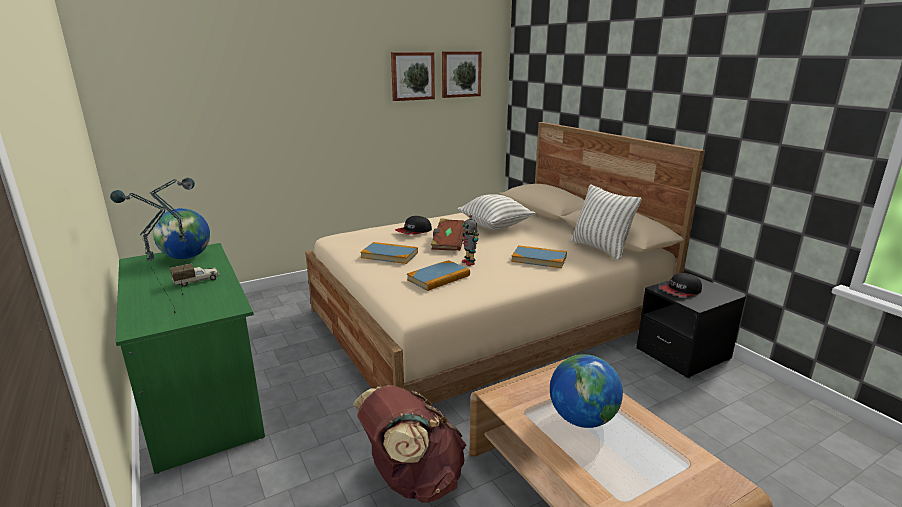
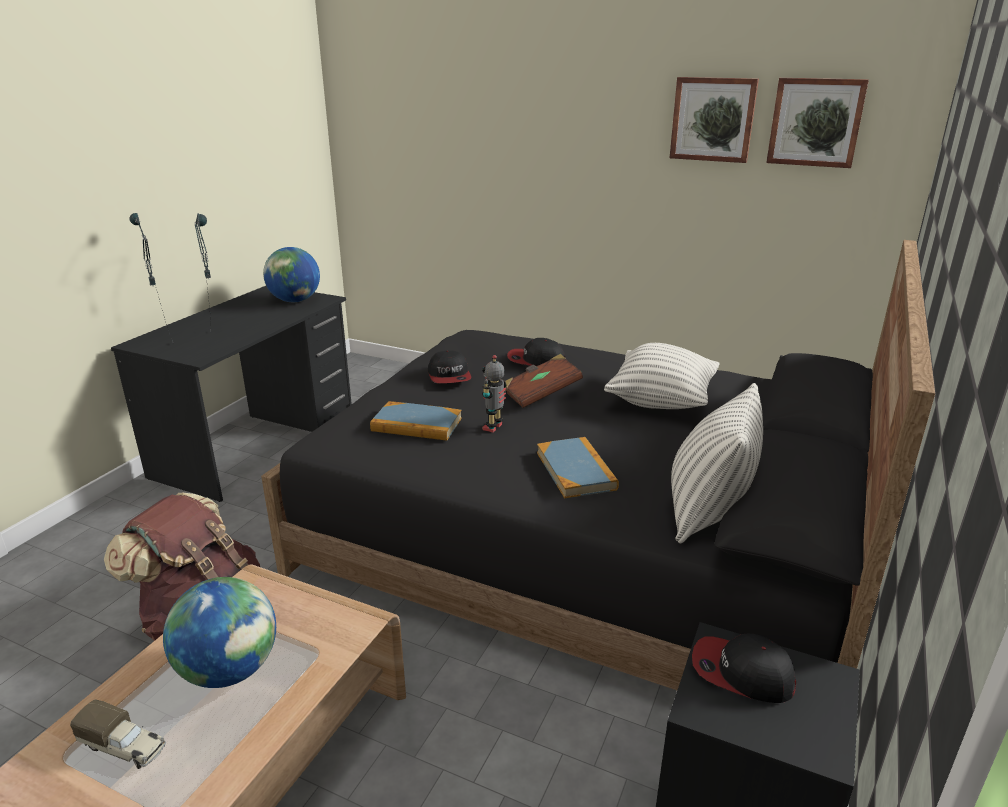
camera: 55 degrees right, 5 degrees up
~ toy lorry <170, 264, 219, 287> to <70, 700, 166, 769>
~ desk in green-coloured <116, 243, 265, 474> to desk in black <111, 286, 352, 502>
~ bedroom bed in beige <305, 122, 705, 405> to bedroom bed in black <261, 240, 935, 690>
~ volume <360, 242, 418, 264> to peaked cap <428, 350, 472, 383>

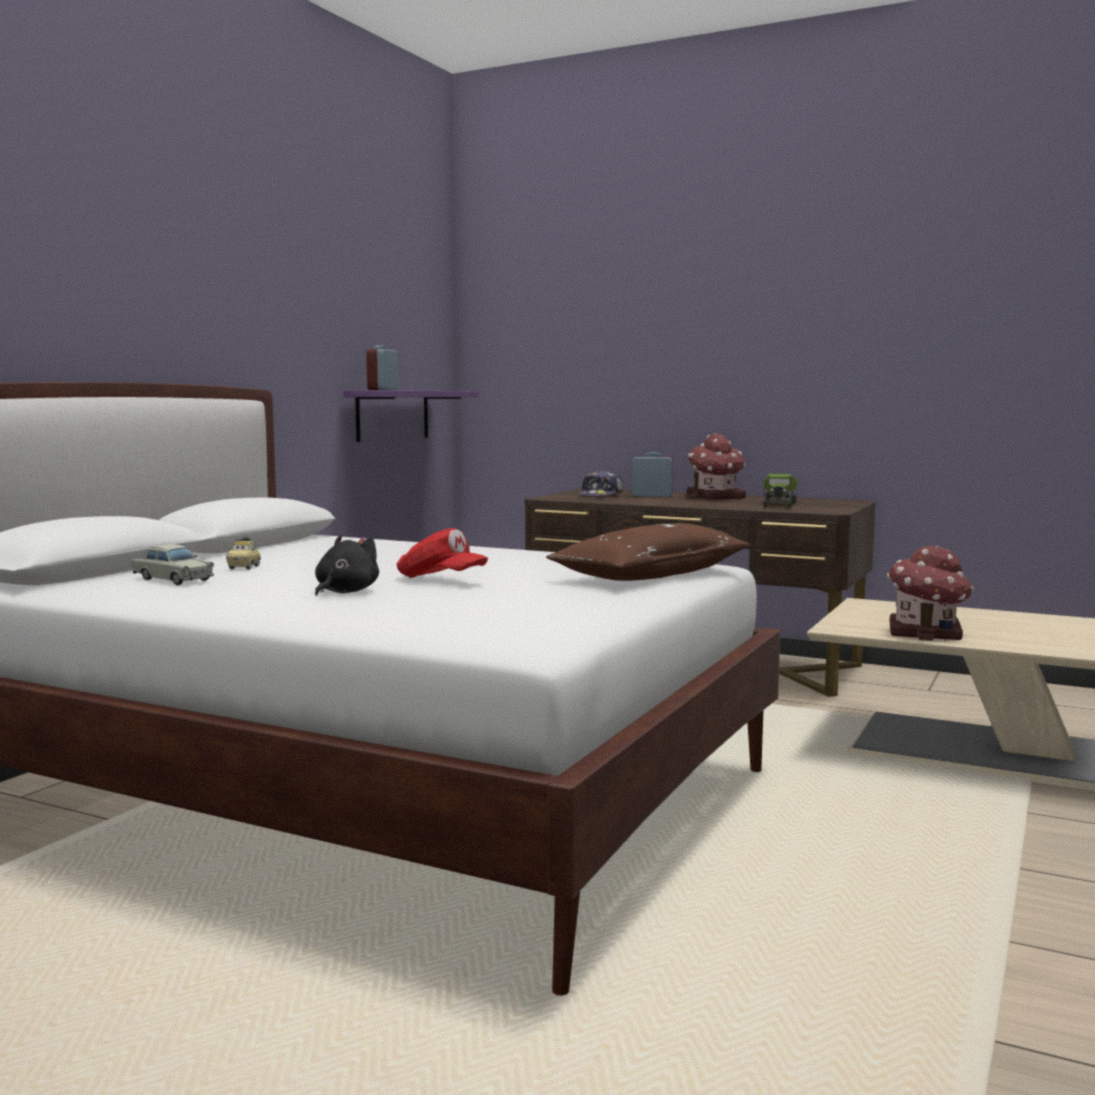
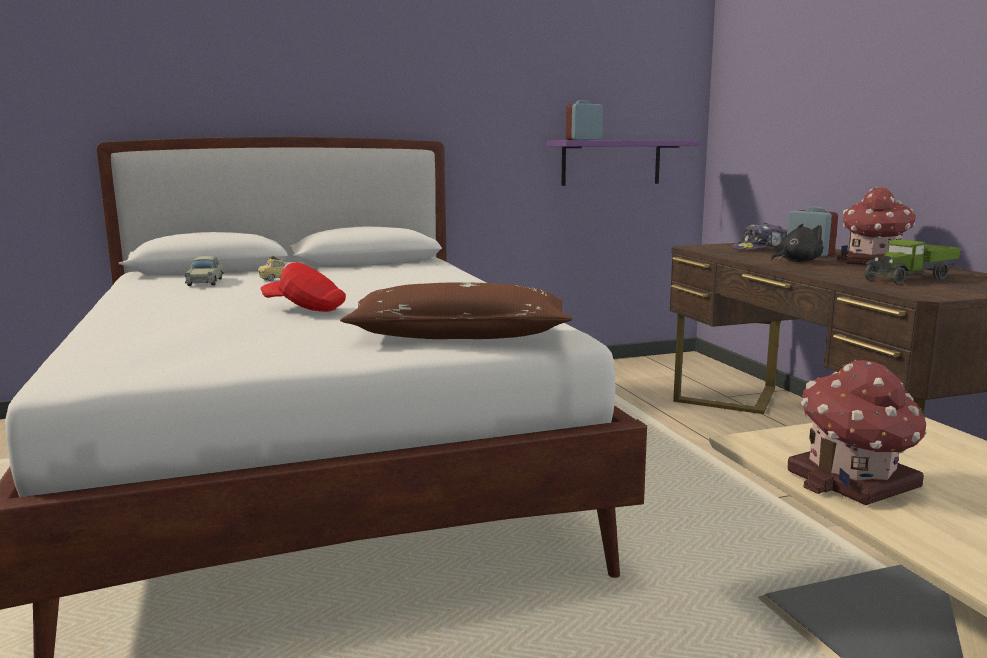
camera: 45 degrees right, 5 degrees up
~ peaked cap in reddish <397, 528, 488, 578> = <261, 262, 346, 312> 120 degrees clockwise
~ soft toy in black <315, 535, 379, 596> to <771, 224, 823, 262>

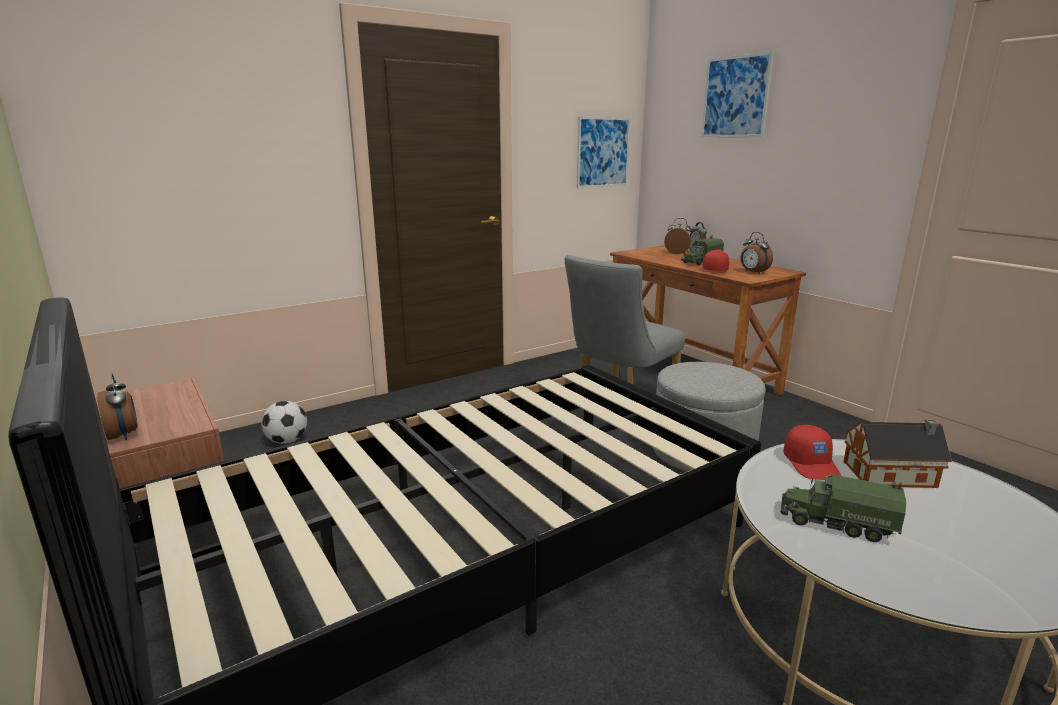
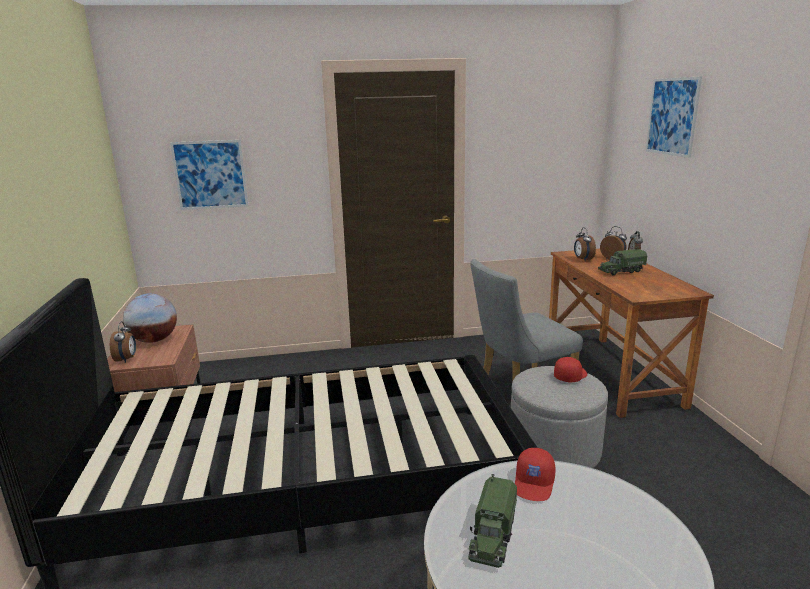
camera: 25 degrees right, 0 degrees up
+ world globe <123, 293, 177, 343>
~ picture <577, 117, 631, 188> to <170, 140, 248, 210>
~ toy lorry <781, 474, 907, 542> = <468, 474, 517, 568> 120 degrees counterclockwise
~ peaked cap in reddish <702, 250, 729, 271> to <554, 357, 587, 383>
~ alarm clock <741, 232, 773, 274> to <574, 228, 596, 262>
- ball for football <261, 401, 307, 444>
- toy house <843, 419, 952, 488>

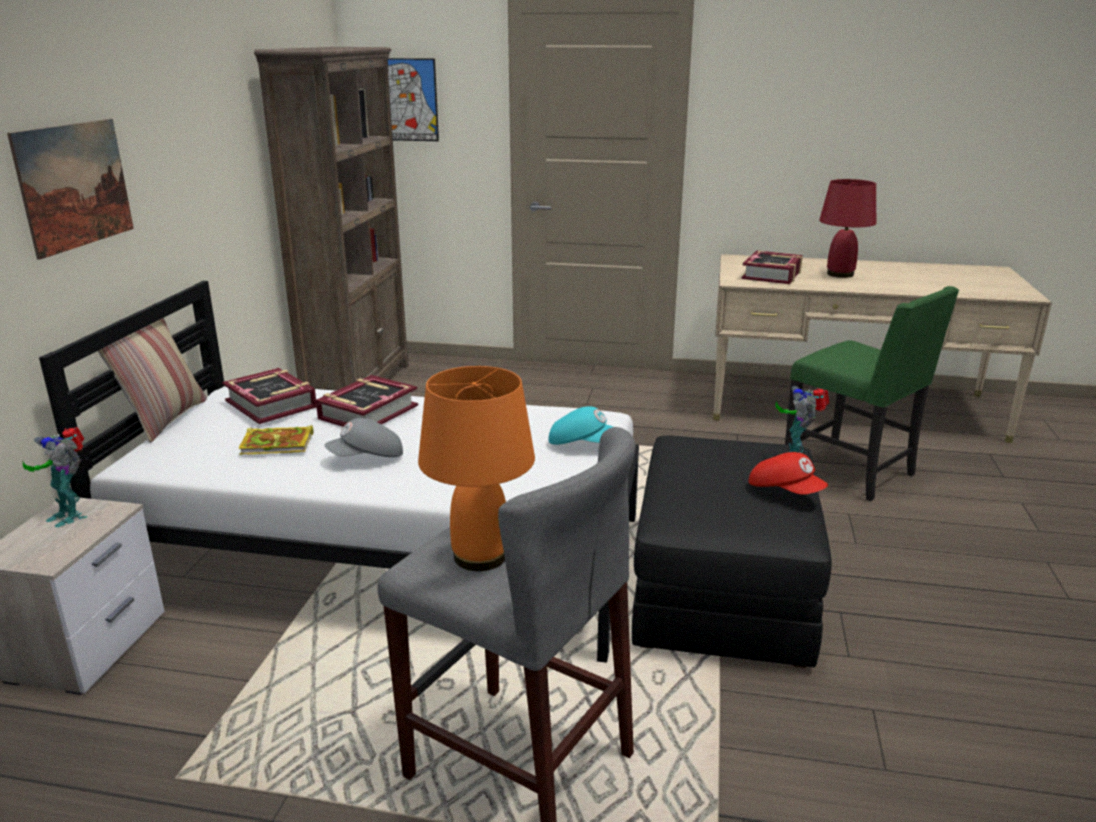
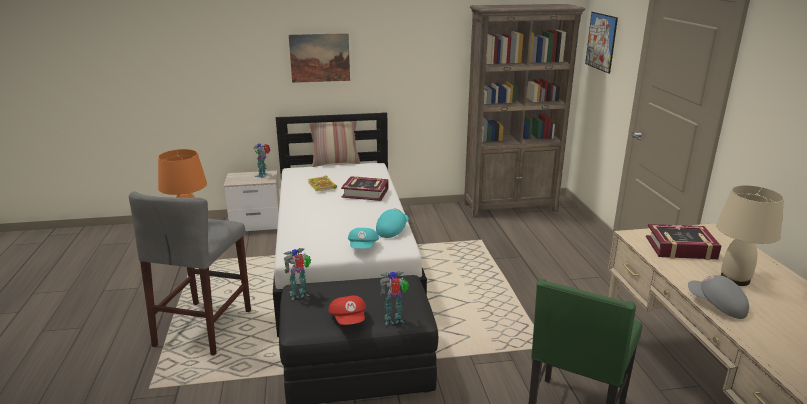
camera: 70 degrees right, 0 degrees up
+ toy robot <283, 248, 311, 300>
~ peaked cap in reddish <749, 452, 828, 495> = <329, 296, 366, 325> 45 degrees counterclockwise
+ peaked cap in blue-green <376, 208, 409, 238>
~ peaked cap in gray <325, 418, 403, 457> to <688, 275, 749, 319>
~ table lamp in reddish <819, 179, 876, 278> to table lamp in beige <716, 185, 784, 286>
- volume <222, 368, 317, 424>

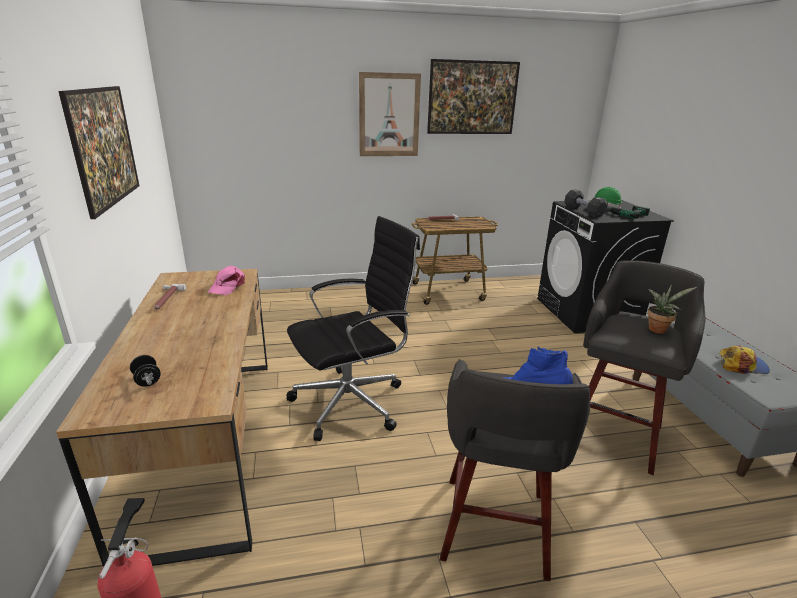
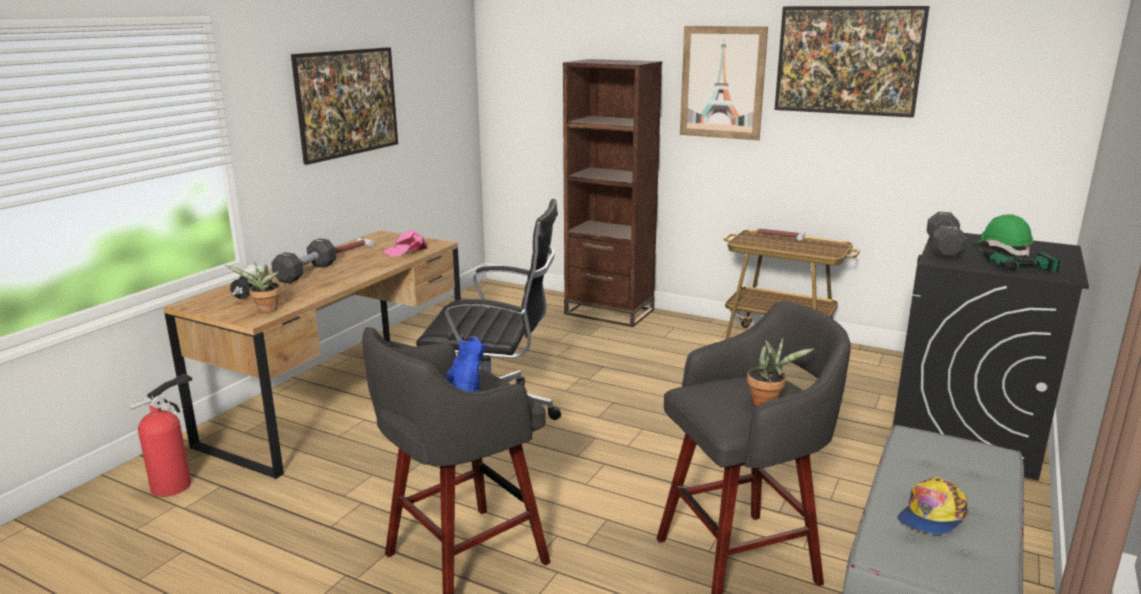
camera: 40 degrees right, 5 degrees down
+ houseplant <225, 262, 281, 313>
+ dumbbell in black <271, 238, 337, 283>
+ bookcase in brown <563, 59, 662, 327>
~ peaked cap <719, 345, 770, 374> = <897, 477, 968, 534> 90 degrees clockwise

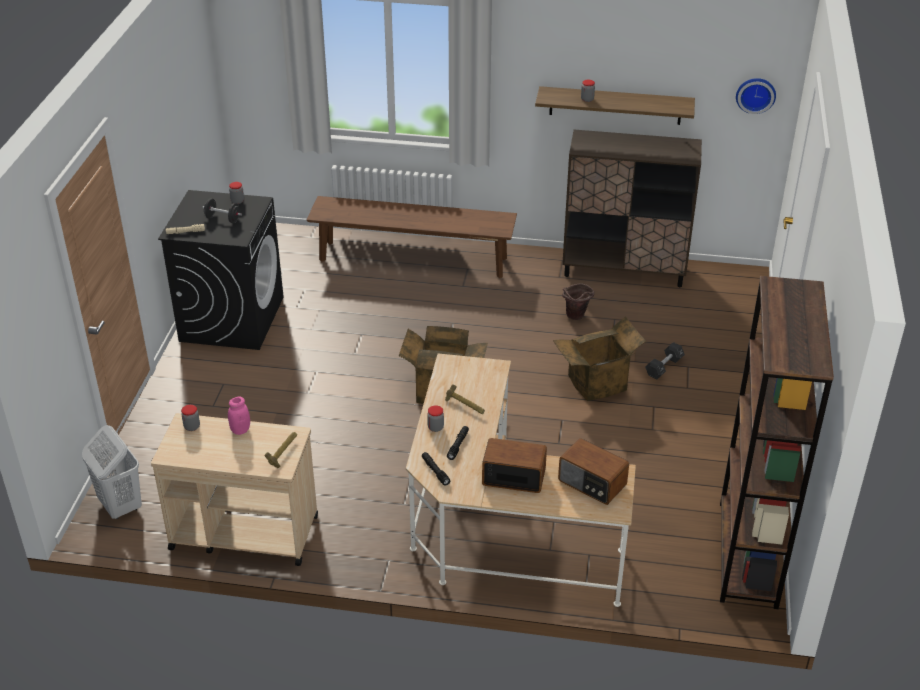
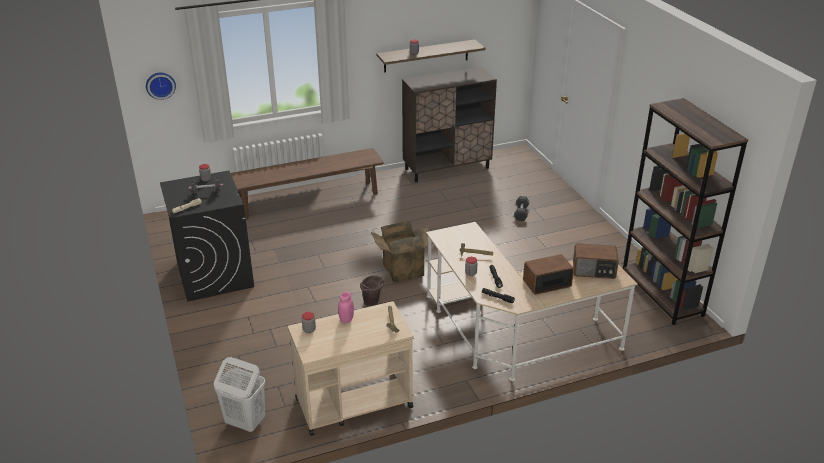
camera: 30 degrees left, 5 degrees down
~ wall clock <736, 78, 776, 114> to <146, 73, 176, 100>
~ water bucket in brown <562, 284, 595, 320> to <360, 275, 384, 306>
- carton <553, 316, 646, 401>

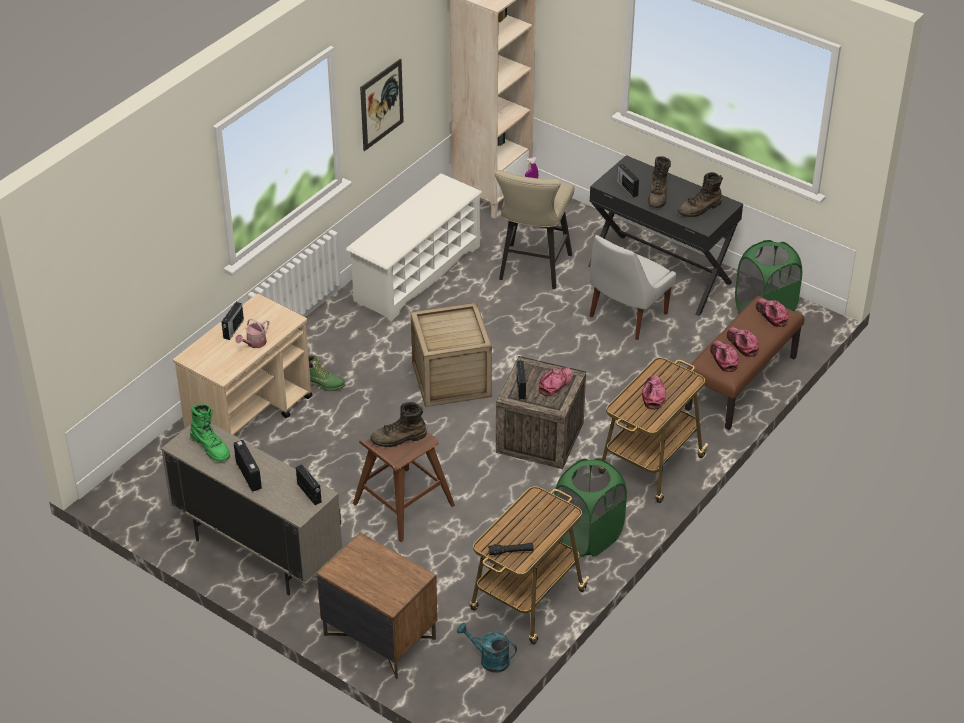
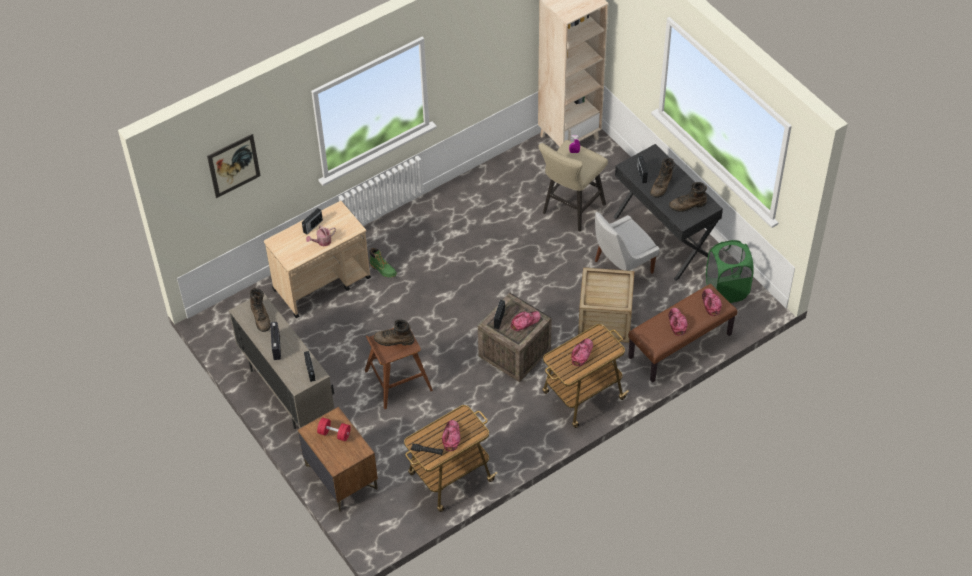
camera: 20 degrees right, 10 degrees up
~ picture <360, 59, 404, 151> to <207, 134, 261, 198>
~ boot in green-coloured <190, 404, 230, 462> to boot in brown <250, 288, 271, 332>
+ dumbbell in reddish <317, 417, 351, 441>
~ peaked cap <710, 341, 739, 373> to <442, 420, 460, 451>
~ shipping crate <410, 302, 492, 407> to <578, 267, 634, 343>
- shoe shelf in white-coloured <346, 173, 482, 321>
- watering pot in blue-green <457, 623, 517, 673>
- hamper in green-coloured <553, 458, 627, 557>

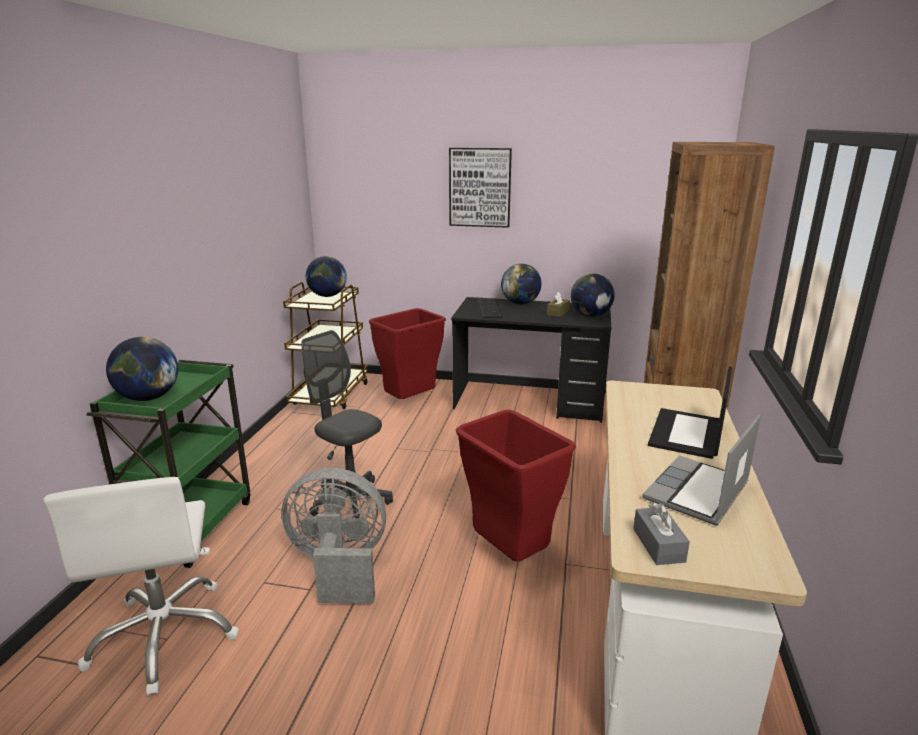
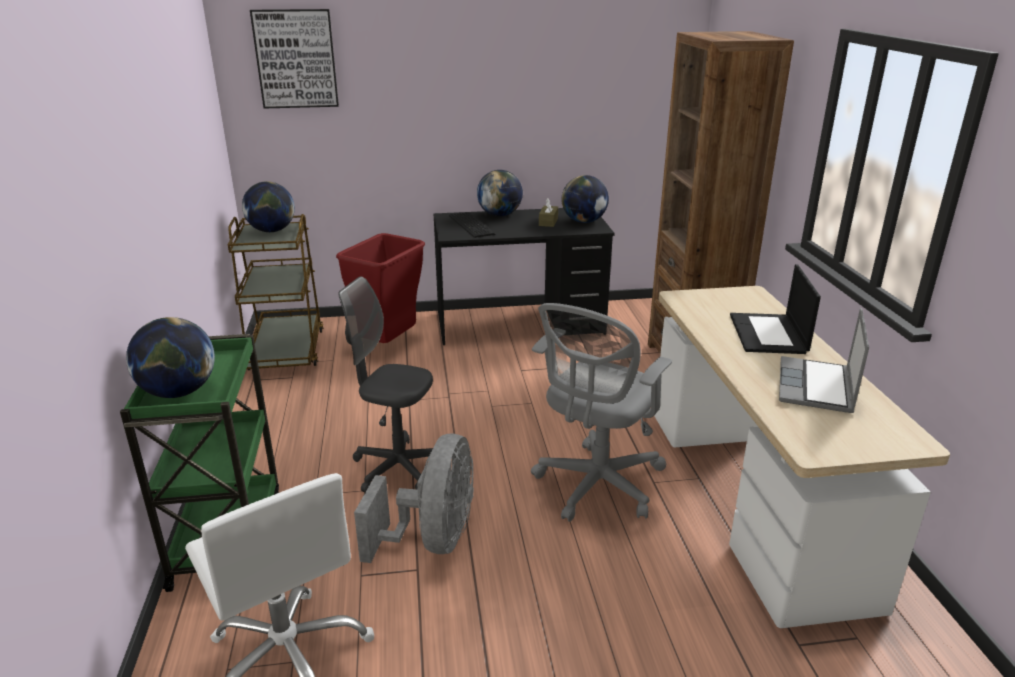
camera: 20 degrees left, 5 degrees up
~ picture <449, 148, 512, 228> to <250, 9, 339, 108>
~ fan in gray <281, 468, 386, 604> = <354, 434, 474, 563> 120 degrees clockwise
~ waste bin in reddish <456, 410, 576, 562> to computer chair in gray <531, 303, 672, 522>
- tissue holder in gray <633, 503, 690, 565>

